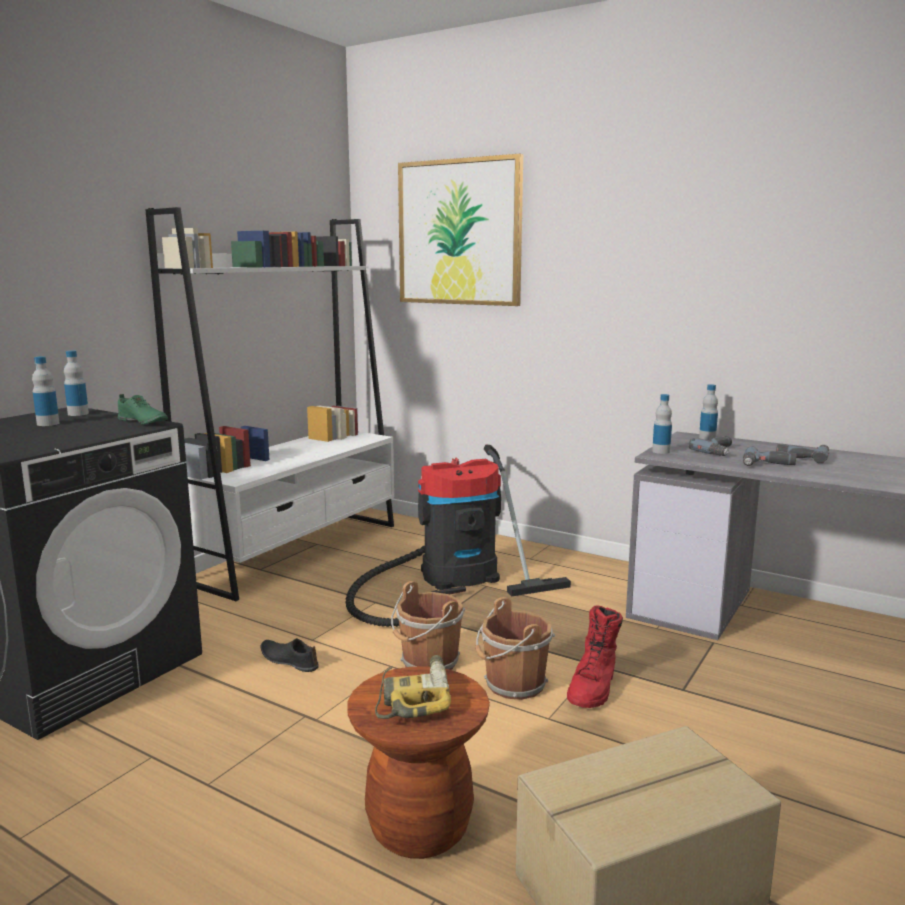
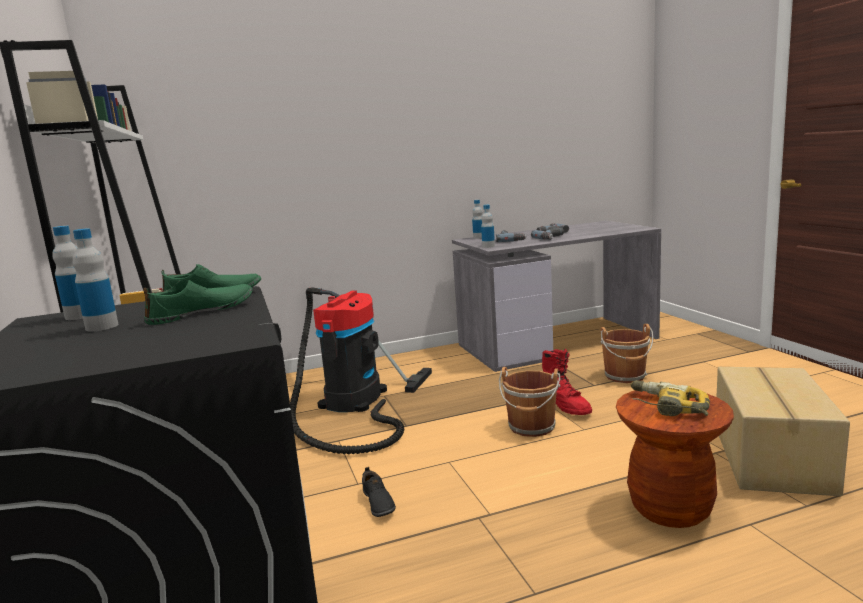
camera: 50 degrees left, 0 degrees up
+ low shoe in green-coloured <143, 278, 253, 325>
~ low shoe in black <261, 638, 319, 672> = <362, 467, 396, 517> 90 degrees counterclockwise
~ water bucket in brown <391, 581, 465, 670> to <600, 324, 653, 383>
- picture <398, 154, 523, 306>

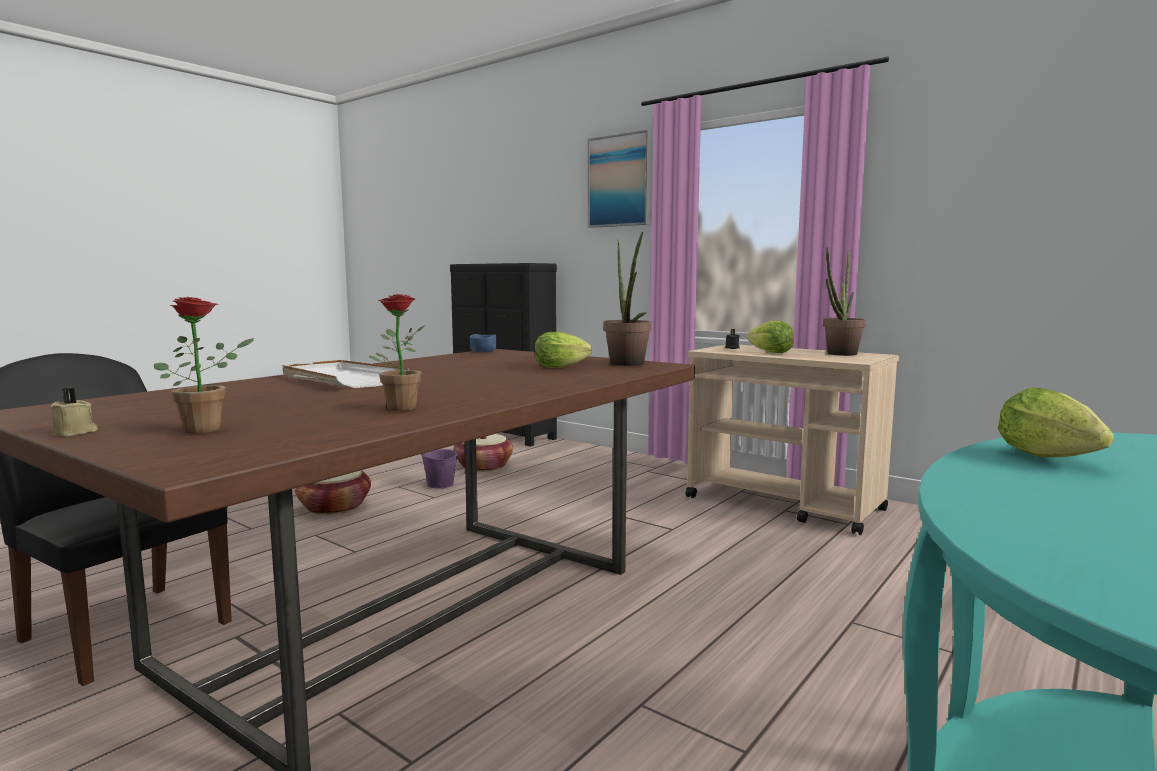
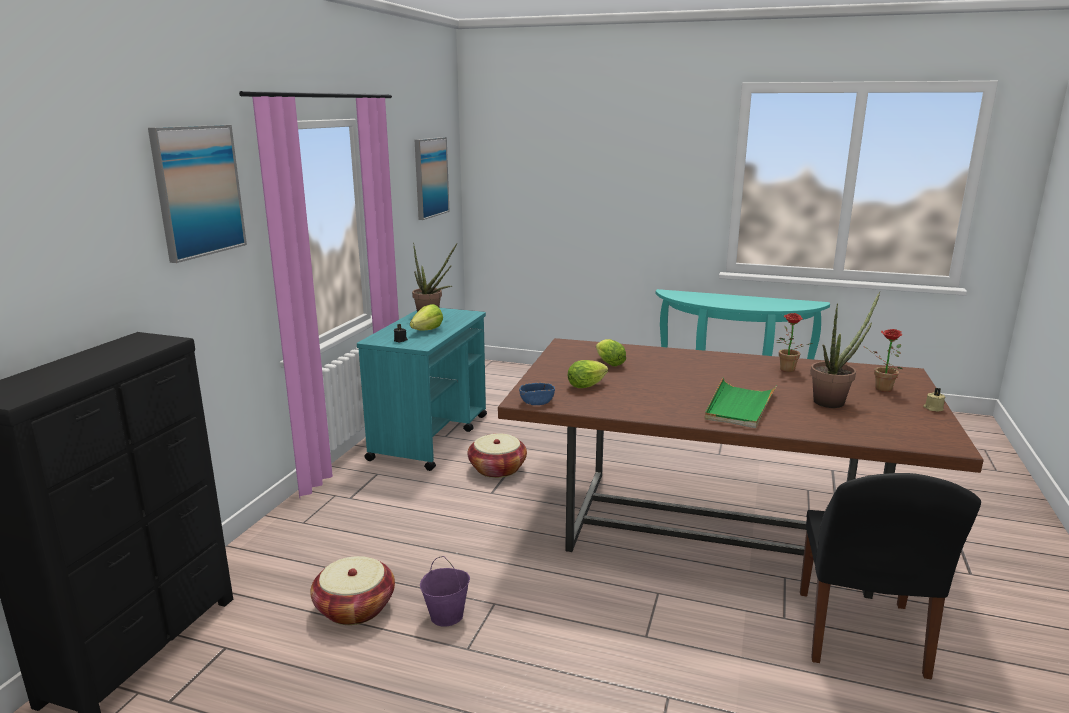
camera: 110 degrees left, 10 degrees up
~ trolley in beige <685, 345, 899, 535> to trolley in blue-green <357, 308, 487, 471>
+ picture <415, 137, 450, 220>
~ basket <295, 470, 371, 515> to <468, 433, 527, 478>
~ head of lettuce <998, 388, 1114, 457> to <568, 360, 608, 388>
~ carrying tray in white-coloured <282, 360, 410, 388> to carrying tray in green-coloured <705, 378, 776, 428>
~ houseplant <603, 232, 652, 366> to <810, 291, 880, 408>

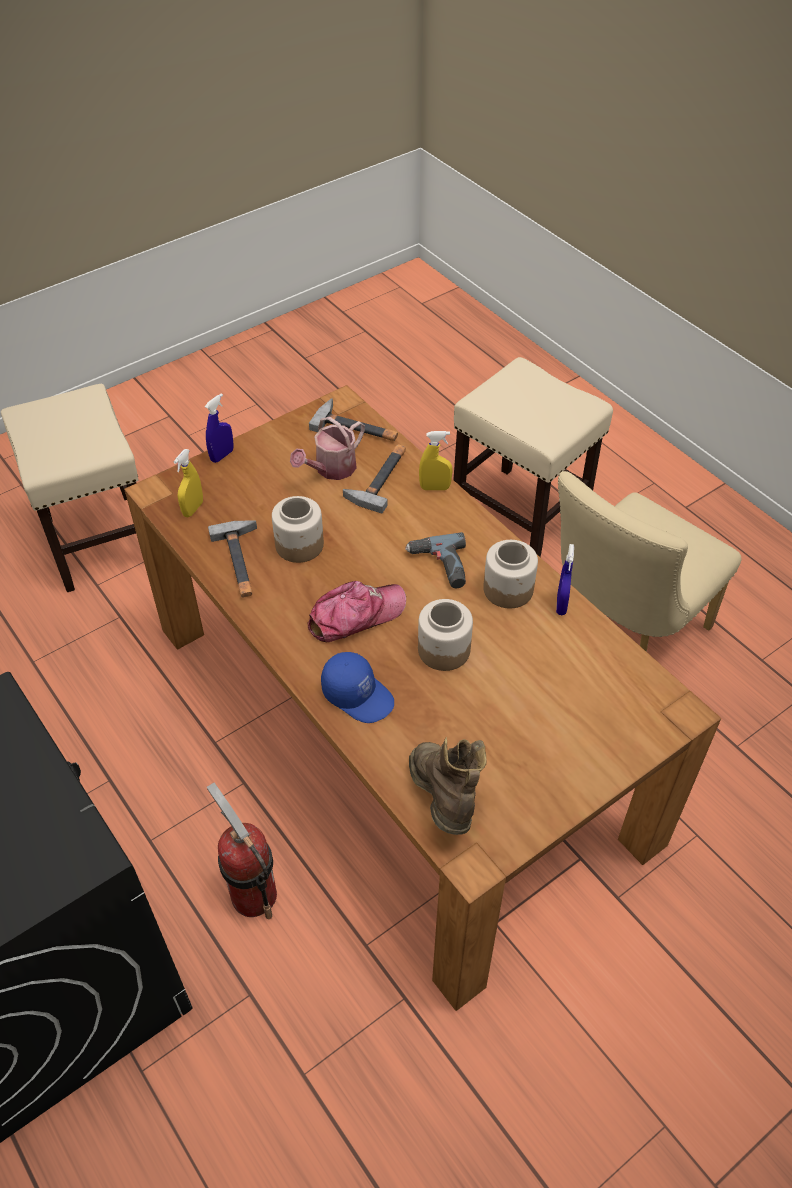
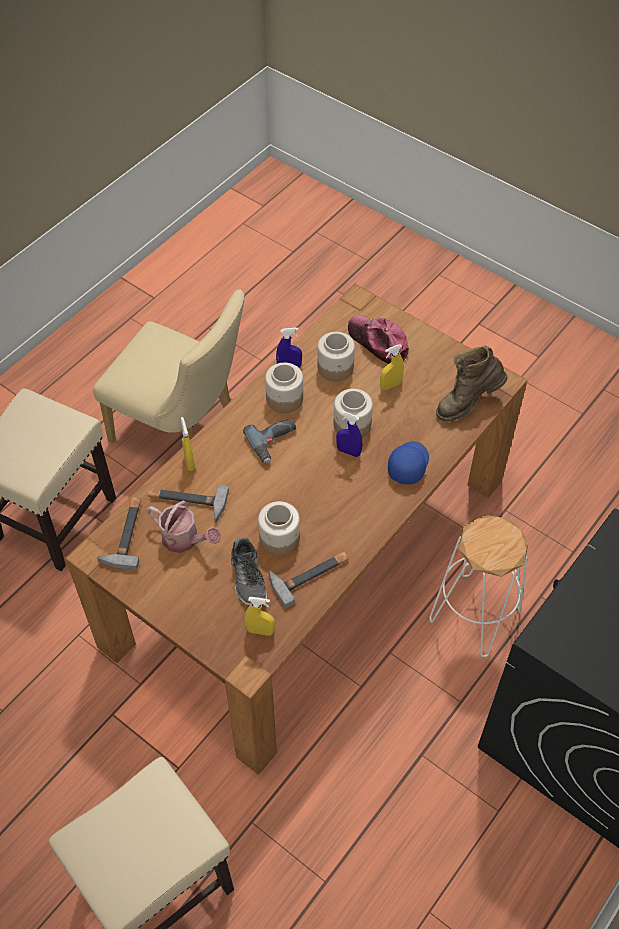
camera: 105 degrees left, 5 degrees up
+ low shoe <231, 537, 267, 606>
+ jar <317, 332, 355, 381>
~ sprayer in blue-coloured <205, 393, 234, 463> to <336, 411, 362, 457>
~ peaked cap <307, 581, 406, 642> to <348, 314, 409, 364>
+ sprayer in yellowish <380, 344, 404, 390>
~ extinguisher <207, 782, 277, 919> to stool in white-coloured <430, 515, 529, 657>

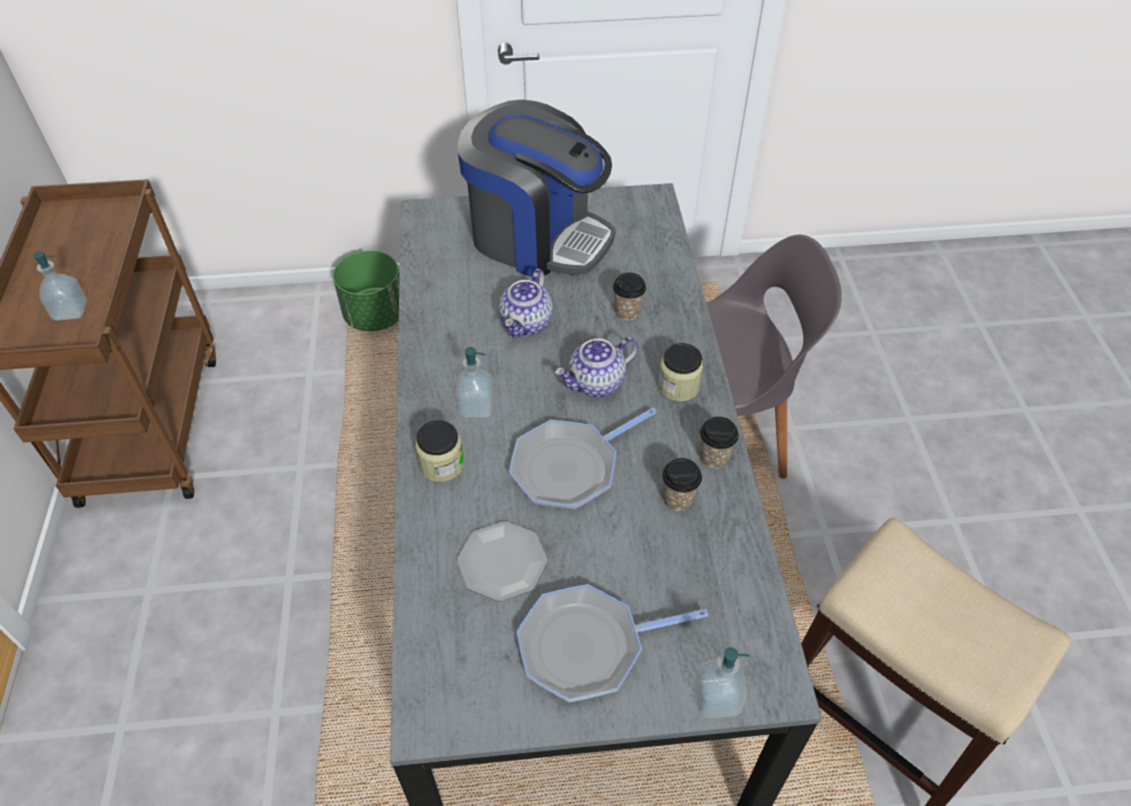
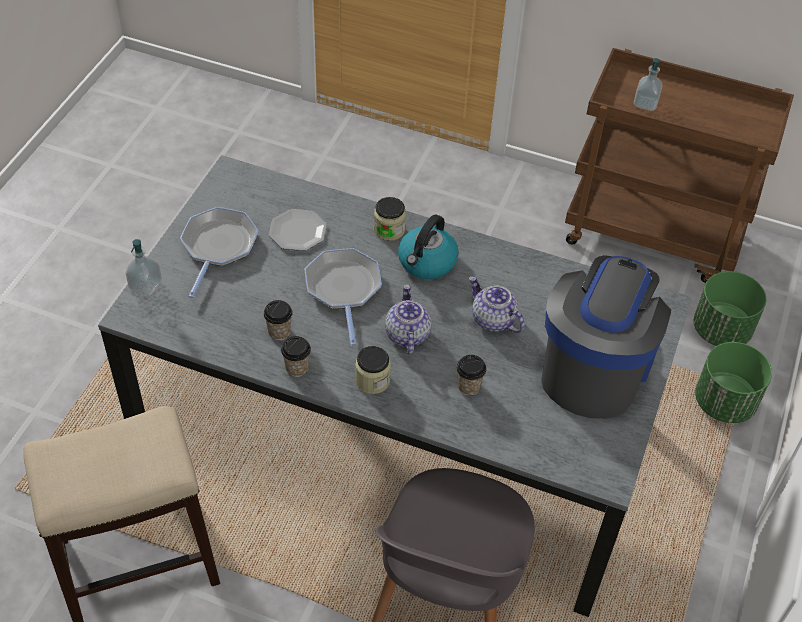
camera: 115 degrees right, 0 degrees up
~ liquid soap bottle <455, 347, 495, 418> to tea kettle <398, 214, 459, 279>
~ coffee machine <458, 100, 616, 277> = <541, 255, 671, 419> 150 degrees clockwise
+ flower pot in green-coloured <694, 271, 767, 346>

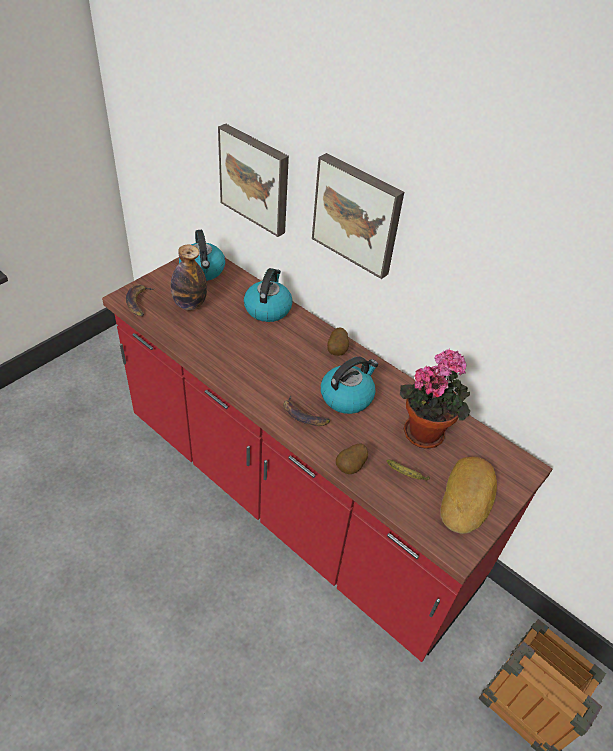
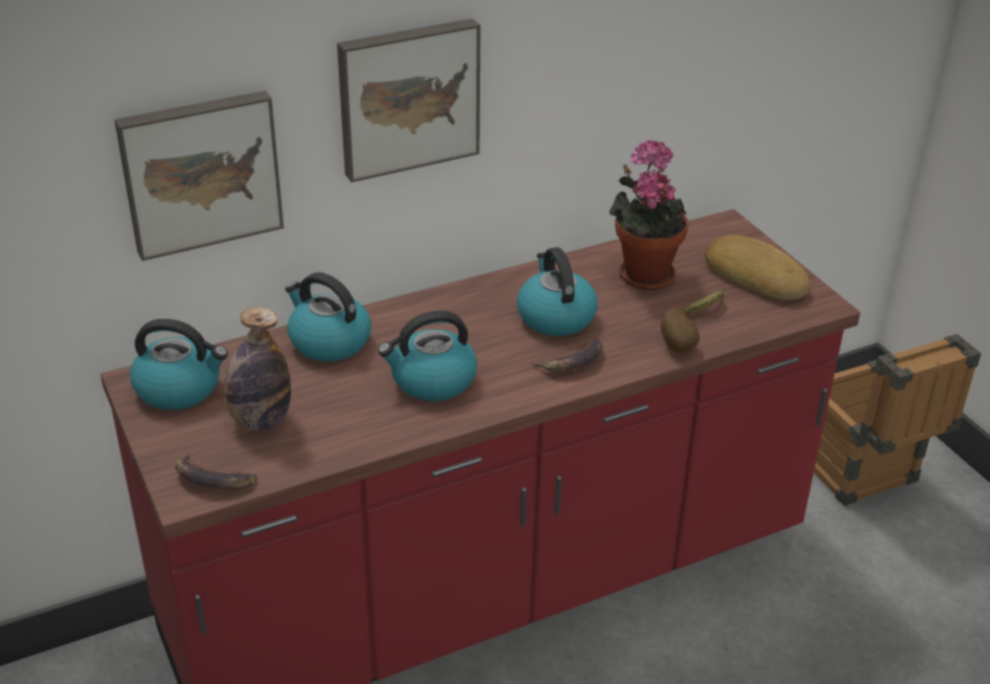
camera: 65 degrees left, 10 degrees down
+ tea kettle <378, 310, 477, 401>
- potato <327, 327, 349, 356>

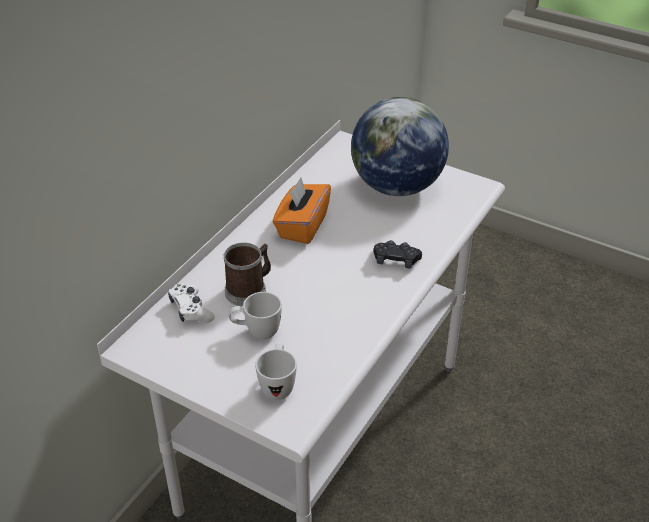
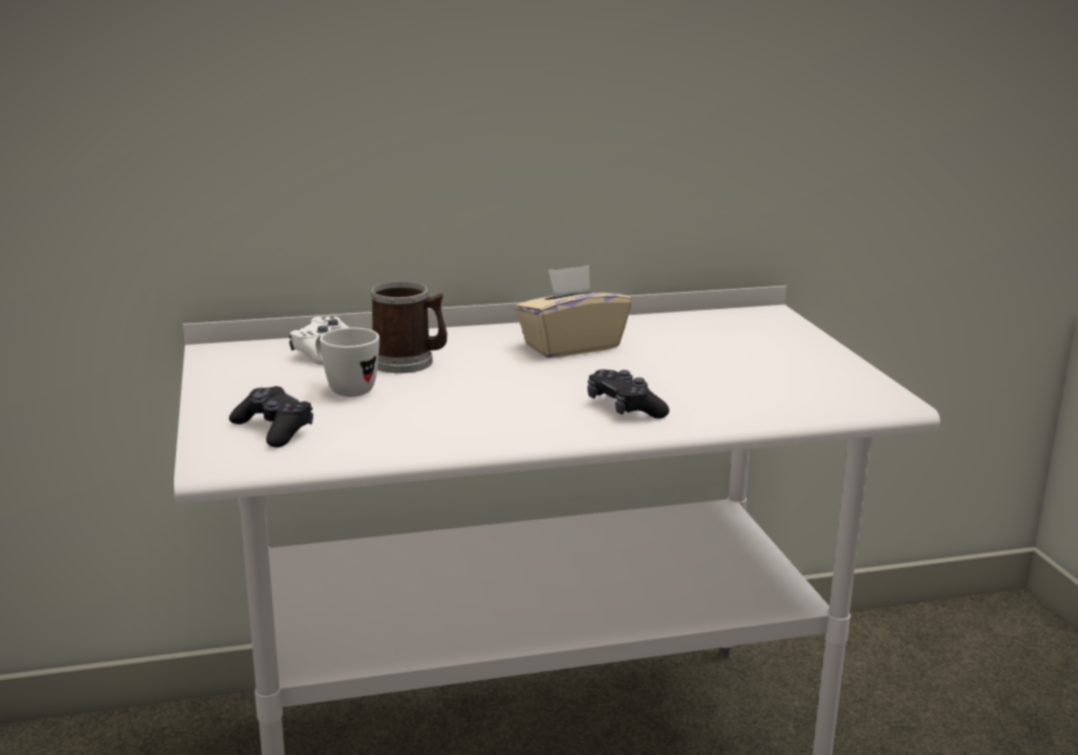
camera: 45 degrees right, 20 degrees down
~ mug in white-coloured <255, 344, 297, 400> to game controller in black <229, 386, 313, 448>
~ tissue holder in orangey <273, 178, 331, 244> to tissue holder in beige <515, 265, 632, 358>
- world globe <351, 97, 449, 196>

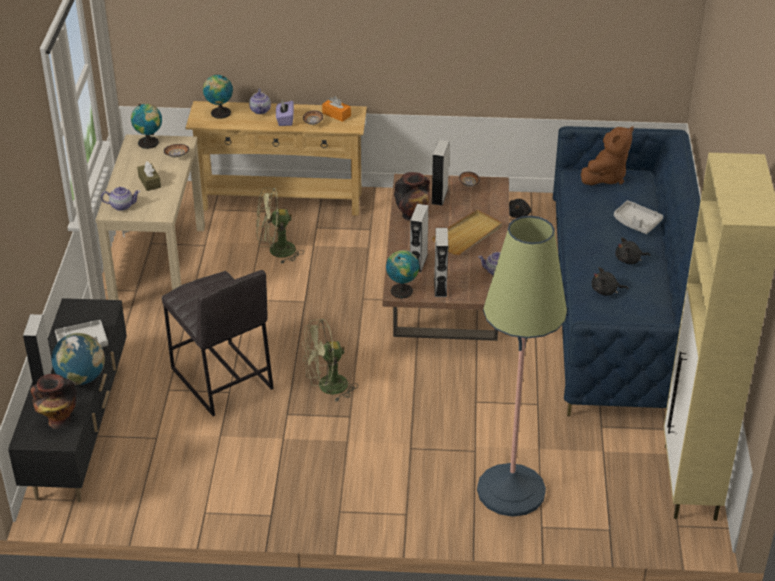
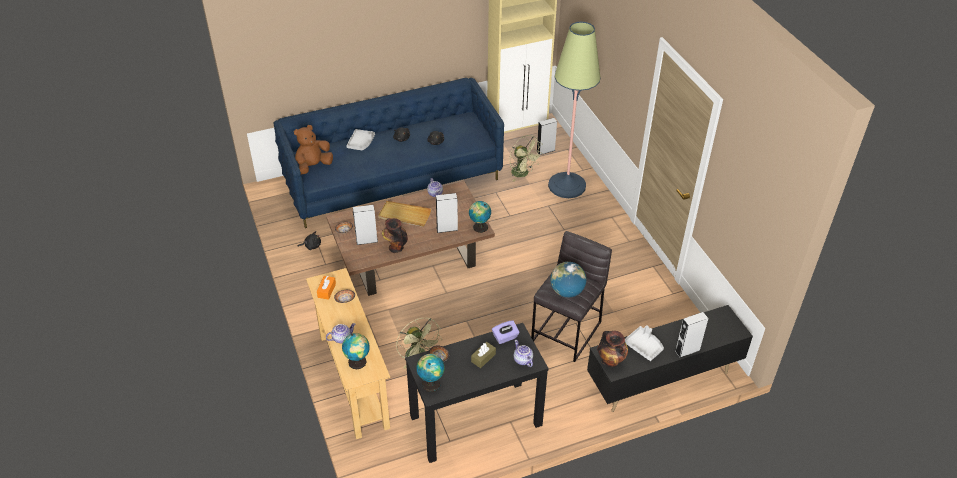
camera: 115 degrees left, 5 degrees up
~ soft toy in brown <581, 126, 634, 185> = <294, 125, 333, 174> 60 degrees counterclockwise
~ console table in beige <95, 134, 205, 300> to console table in black <405, 323, 549, 463>
~ tissue holder in purple-coloured <276, 100, 294, 126> to <492, 320, 519, 344>
~ fan in green-coloured <302, 319, 358, 401> to <510, 135, 543, 182>
~ speaker in gray <434, 228, 448, 297> to <537, 118, 557, 155>
~ world globe <52, 333, 105, 385> to <550, 262, 586, 298>
~ flower vase <30, 374, 76, 429> to <597, 331, 628, 367>

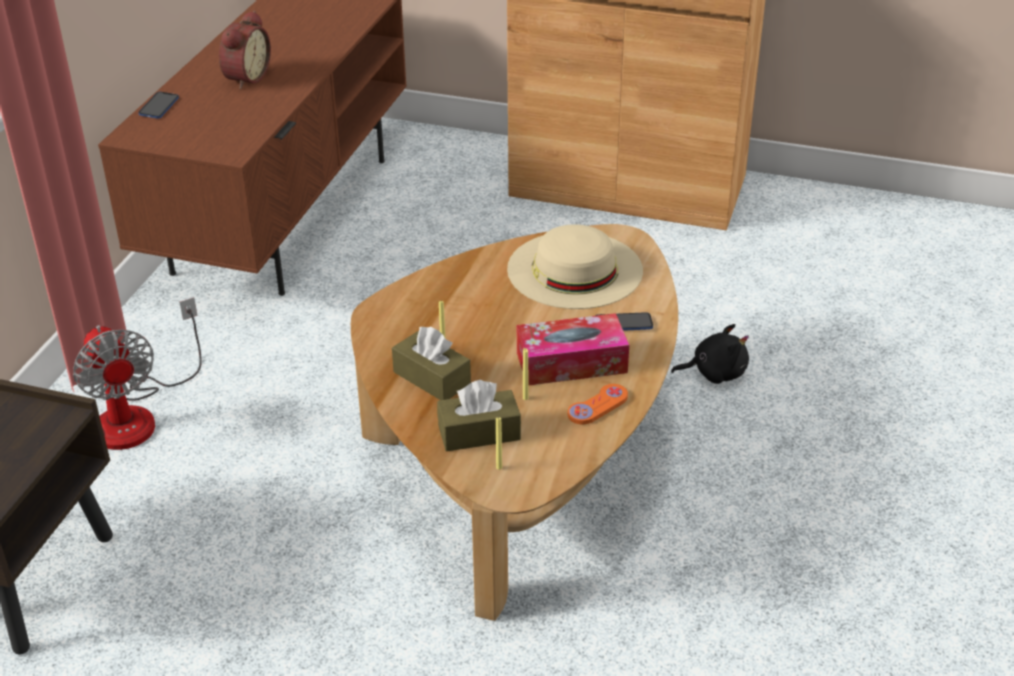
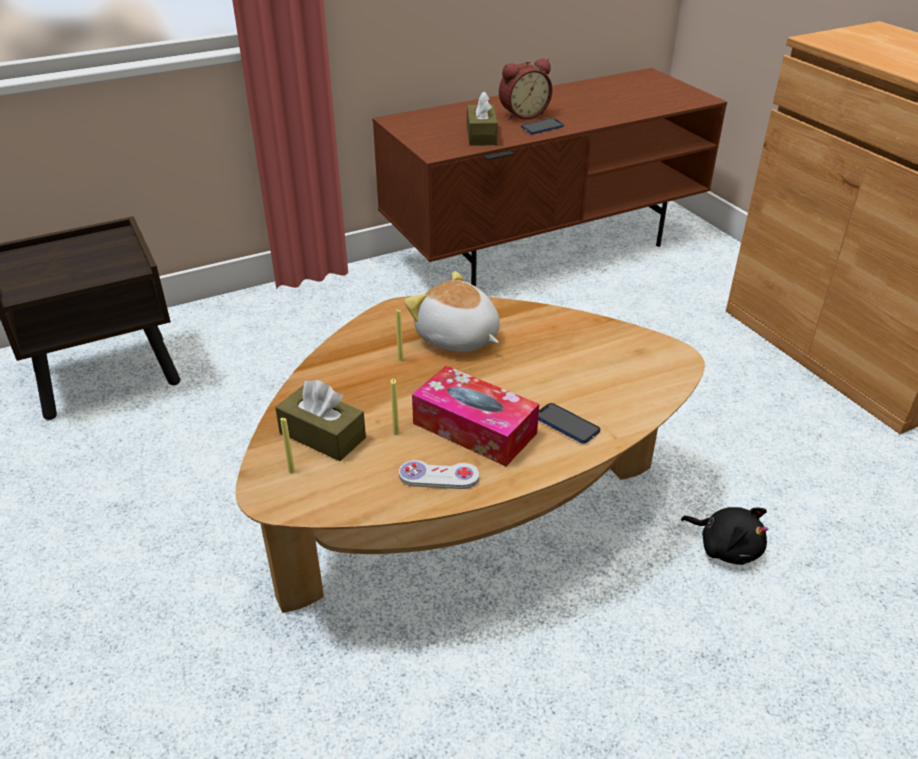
camera: 45 degrees right, 0 degrees up
~ game controller in orangey <568, 384, 628, 424> to game controller in white-coloured <399, 460, 479, 489>
+ soft toy <404, 271, 500, 352>
~ tissue holder in brown <392, 327, 471, 400> to <467, 91, 498, 146>
~ telephone <139, 92, 179, 119> to <521, 118, 564, 134>
- fan <73, 297, 202, 450>
- wearable hat in beige <507, 224, 643, 309>

